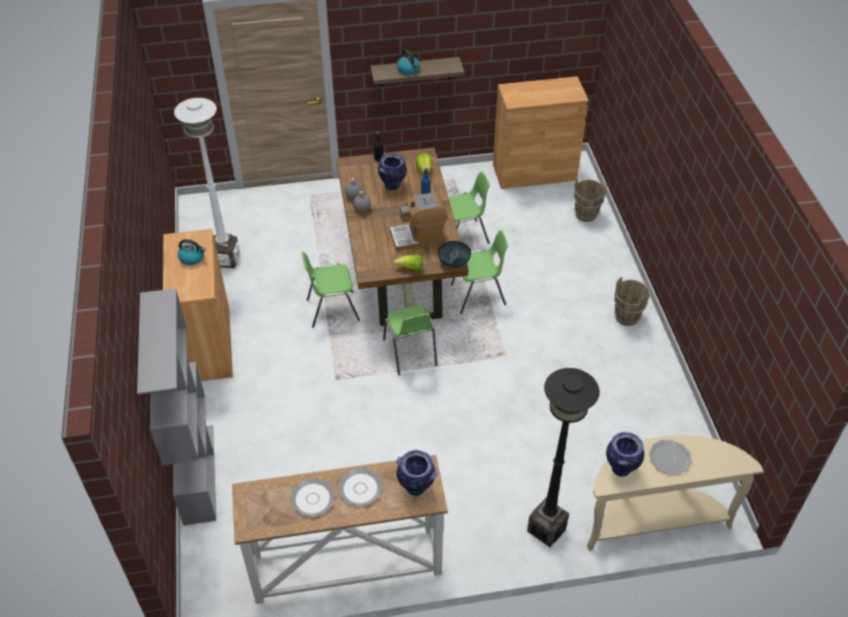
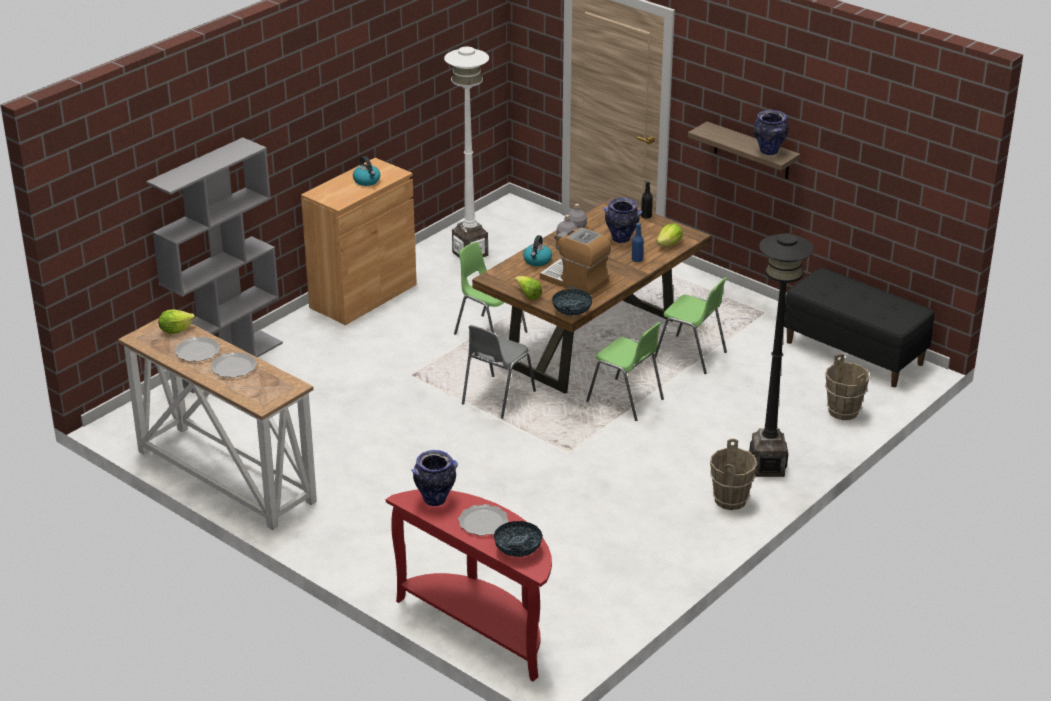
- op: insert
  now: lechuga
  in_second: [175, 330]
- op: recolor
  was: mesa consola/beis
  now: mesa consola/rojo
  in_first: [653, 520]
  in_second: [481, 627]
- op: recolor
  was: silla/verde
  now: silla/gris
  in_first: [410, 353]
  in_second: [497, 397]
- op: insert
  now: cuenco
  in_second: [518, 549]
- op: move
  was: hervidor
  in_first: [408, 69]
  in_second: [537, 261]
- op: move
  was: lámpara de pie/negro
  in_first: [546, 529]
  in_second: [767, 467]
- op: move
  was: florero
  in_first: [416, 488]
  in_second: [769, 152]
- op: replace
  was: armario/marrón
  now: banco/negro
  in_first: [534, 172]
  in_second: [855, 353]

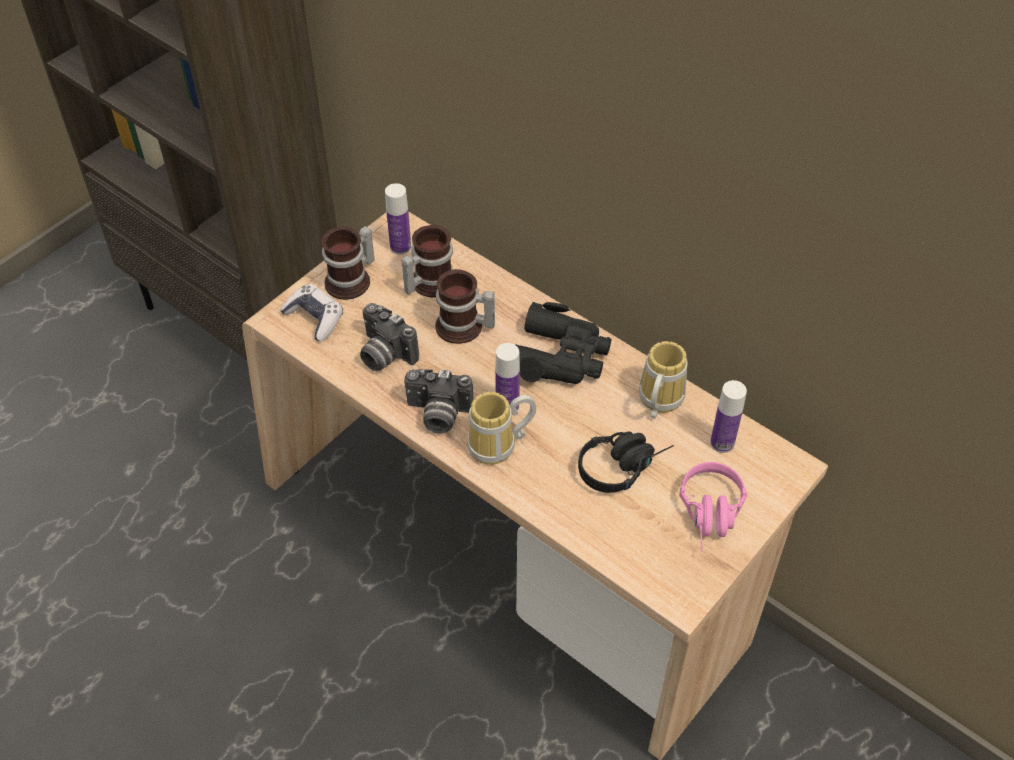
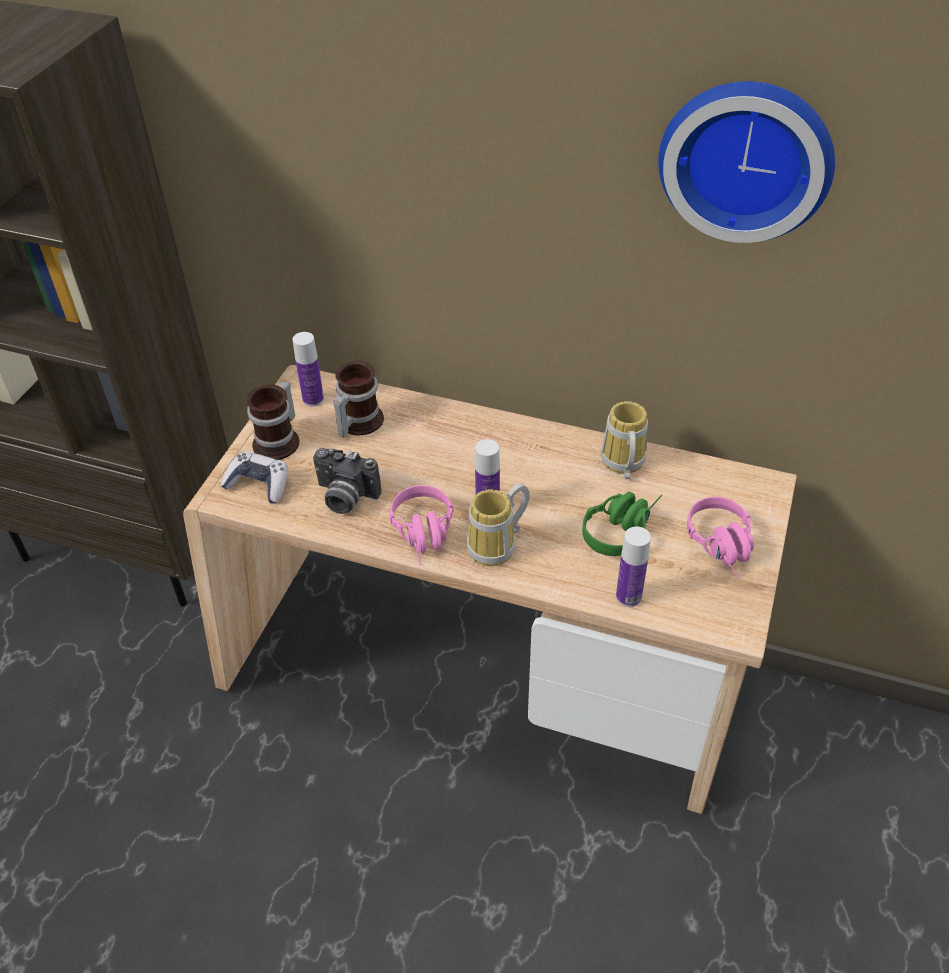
- op: replace
  was: cámara
  now: auriculares/rosa
  in_first: [438, 415]
  in_second: [425, 536]
- op: recolor
  was: auriculares/negro
  now: auriculares/verde
  in_first: [623, 465]
  in_second: [622, 528]
- op: move
  was: botella
  in_first: [722, 443]
  in_second: [628, 597]
- op: insert
  now: reloj de pared
  in_second: [746, 157]
- op: delete
  was: taza grande
  in_first: [463, 328]
- op: delete
  was: prismáticos/negro
  in_first: [560, 356]

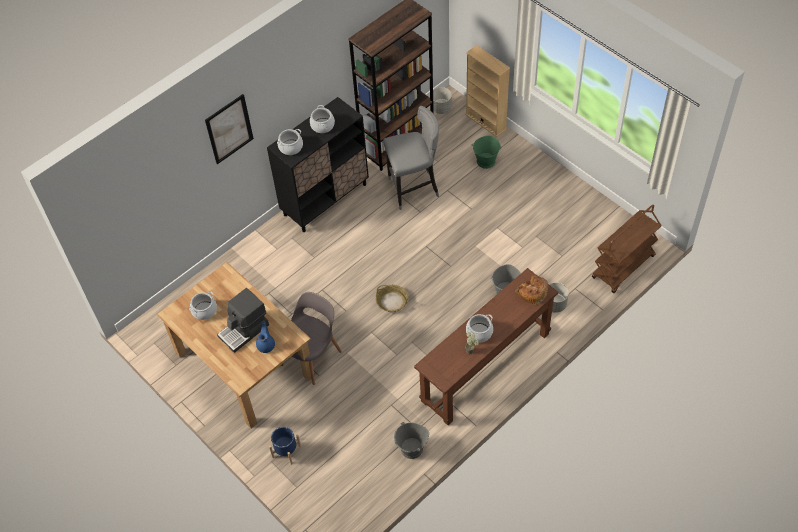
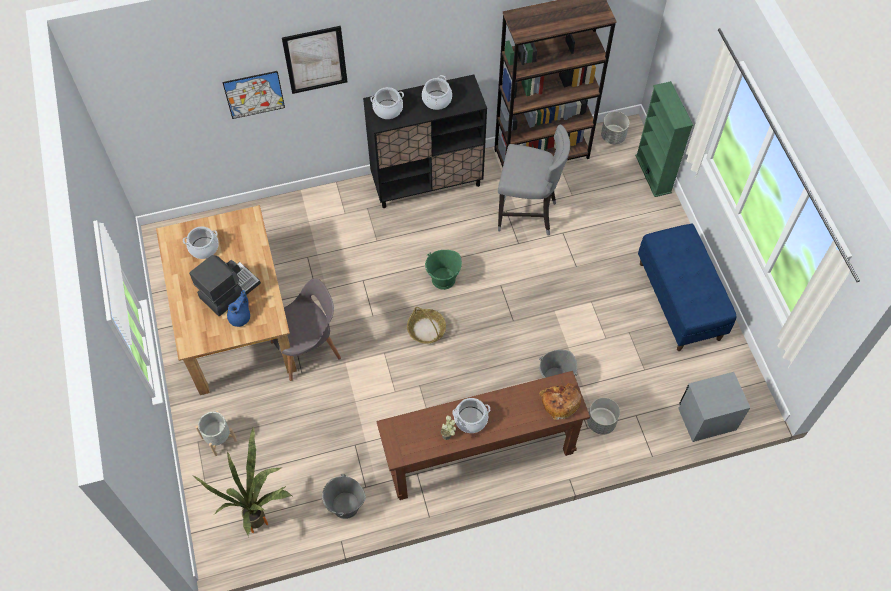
- op: rotate
  was: cafetera
  in_first: [244, 331]
  in_second: [229, 290]
  clockwise: 150
- op: insert
  now: planta en maceta
  in_second: [264, 520]
- op: recolor
  was: maceta/azul
  now: maceta/gris
  in_first: [286, 451]
  in_second: [218, 439]
- op: insert
  now: cuadro
  in_second: [254, 94]
- op: move
  was: cubo/verde
  in_first: [486, 161]
  in_second: [443, 279]
- op: recolor
  was: estantería/beis
  now: estantería/verde
  in_first: [485, 121]
  in_second: [653, 174]
- op: insert
  now: banco/azul
  in_second: [680, 301]
- op: replace
  was: carrito/marrón
  now: mesita de noche/gris
  in_first: [623, 267]
  in_second: [707, 418]

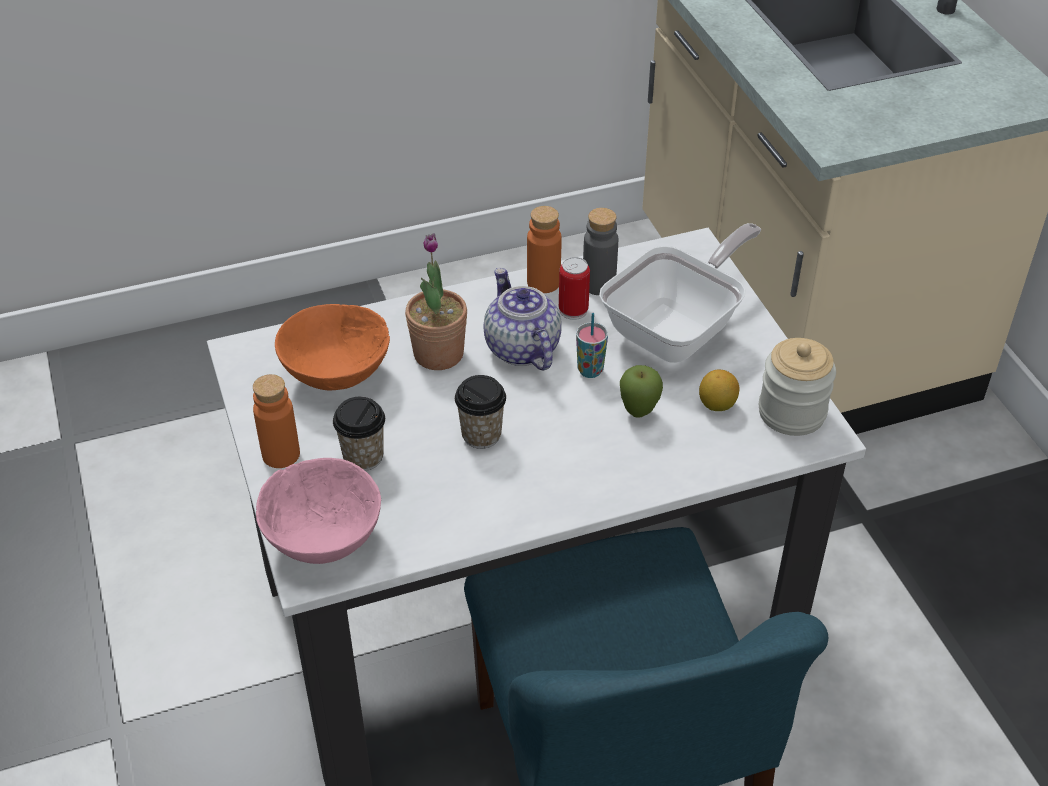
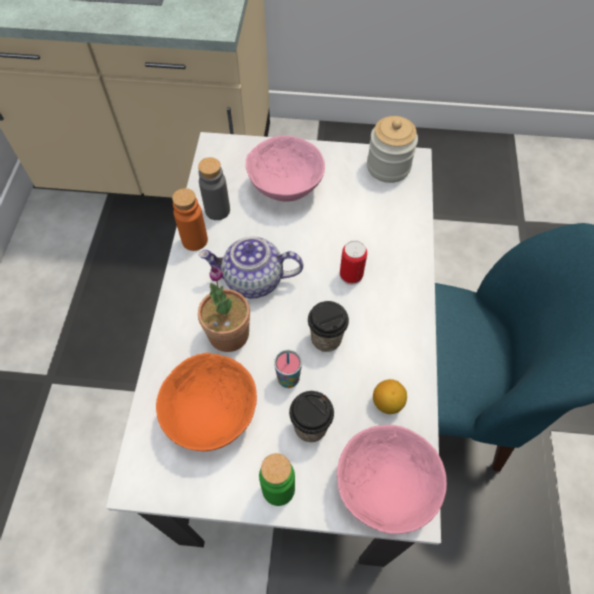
- op: replace
  was: sartén
  now: cuenco/rosa
  in_first: [679, 329]
  in_second: [287, 187]
- op: recolor
  was: botella/naranja
  now: botella/verde
  in_first: [281, 454]
  in_second: [278, 489]
- op: move
  was: taza
  in_first: [590, 370]
  in_second: [288, 379]
- op: move
  was: lata
  in_first: [573, 310]
  in_second: [351, 275]
- op: move
  was: limón
  in_first: [717, 405]
  in_second: [387, 402]
- op: delete
  was: manzana
  in_first: [638, 413]

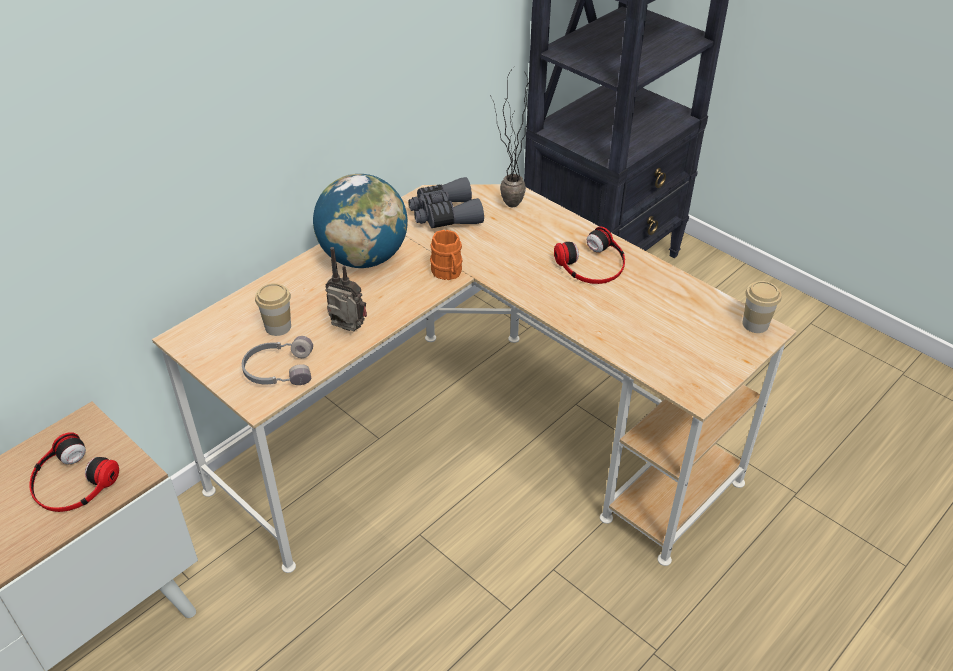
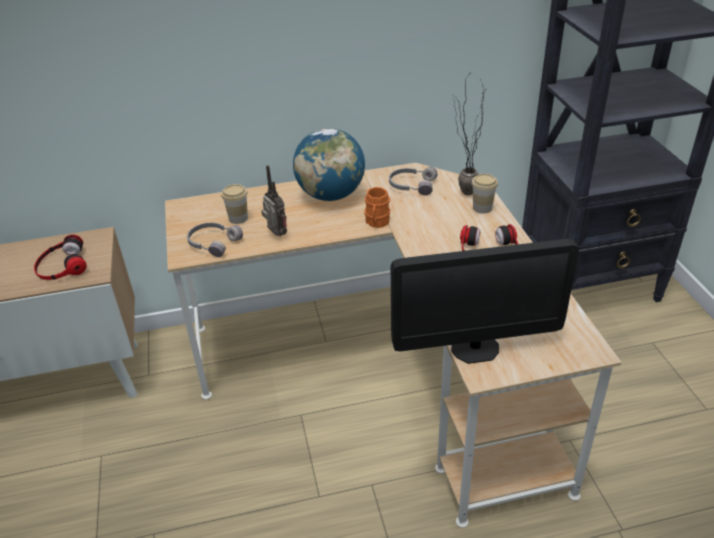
- op: replace
  was: prismáticos/gris
  now: auriculares/gris
  in_first: [444, 215]
  in_second: [412, 185]
- op: insert
  now: monitor
  in_second: [475, 348]
- op: move
  was: taza
  in_first: [755, 324]
  in_second: [482, 208]

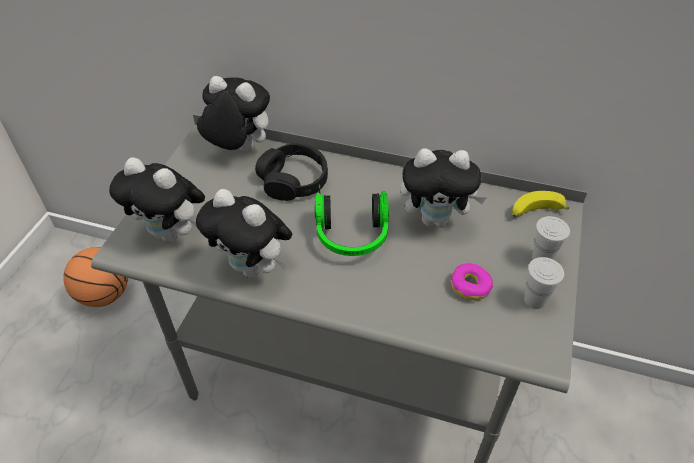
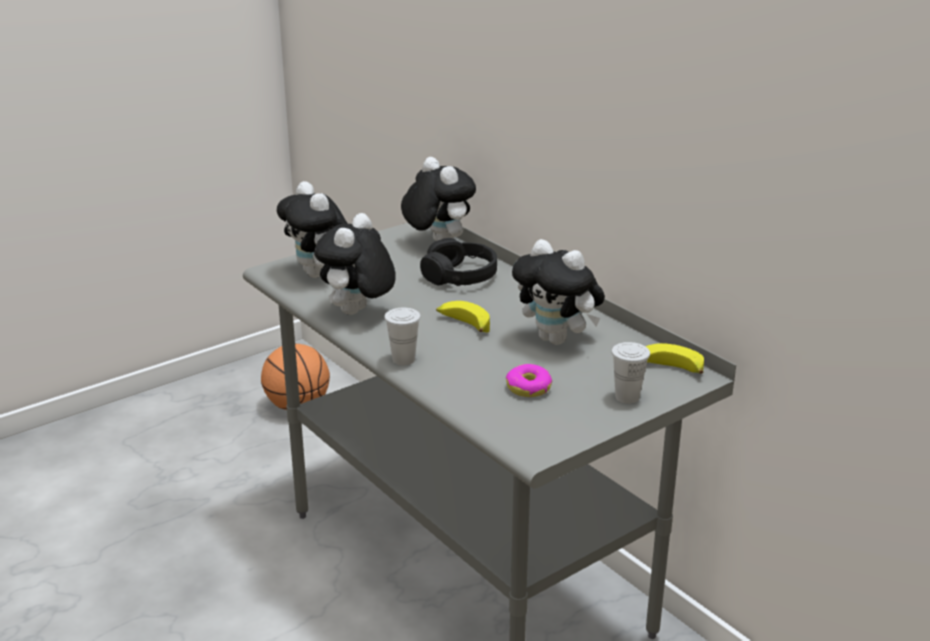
- op: rotate
  was: peluche
  in_first: [253, 268]
  in_second: [357, 313]
  clockwise: 45
- op: move
  was: taza/blanco
  in_first: [535, 300]
  in_second: [403, 359]
- op: replace
  was: auriculares
  now: plátano
  in_first: [352, 237]
  in_second: [463, 324]

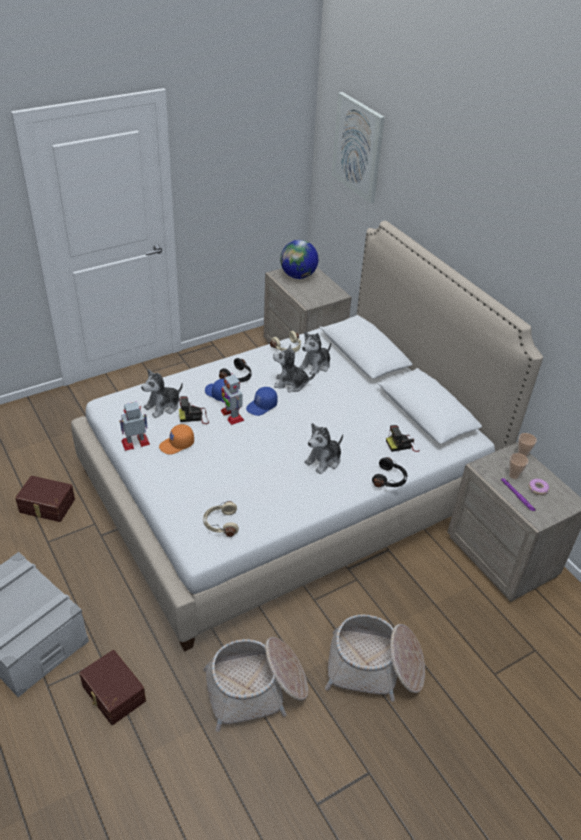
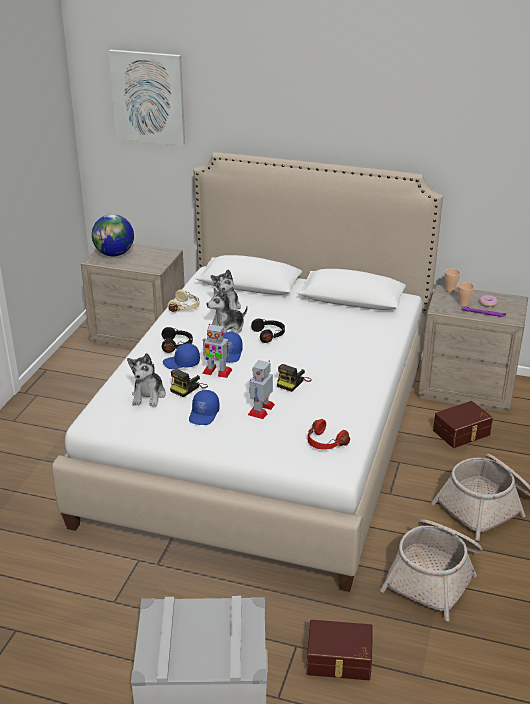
- op: recolor
  was: gorra/naranja
  now: gorra/azul
  in_first: [177, 444]
  in_second: [204, 414]
- op: move
  was: robot de juguete
  in_first: [135, 442]
  in_second: [261, 409]
- op: move
  was: auriculares/negro
  in_first: [390, 479]
  in_second: [269, 335]
- op: move
  was: cámara
  in_first: [402, 445]
  in_second: [293, 382]
- op: recolor
  was: auriculares/beis
  now: auriculares/rojo
  in_first: [220, 524]
  in_second: [324, 443]
- op: move
  was: caja de almacenaje/marrón
  in_first: [46, 506]
  in_second: [462, 433]
- op: delete
  was: peluche
  in_first: [324, 460]

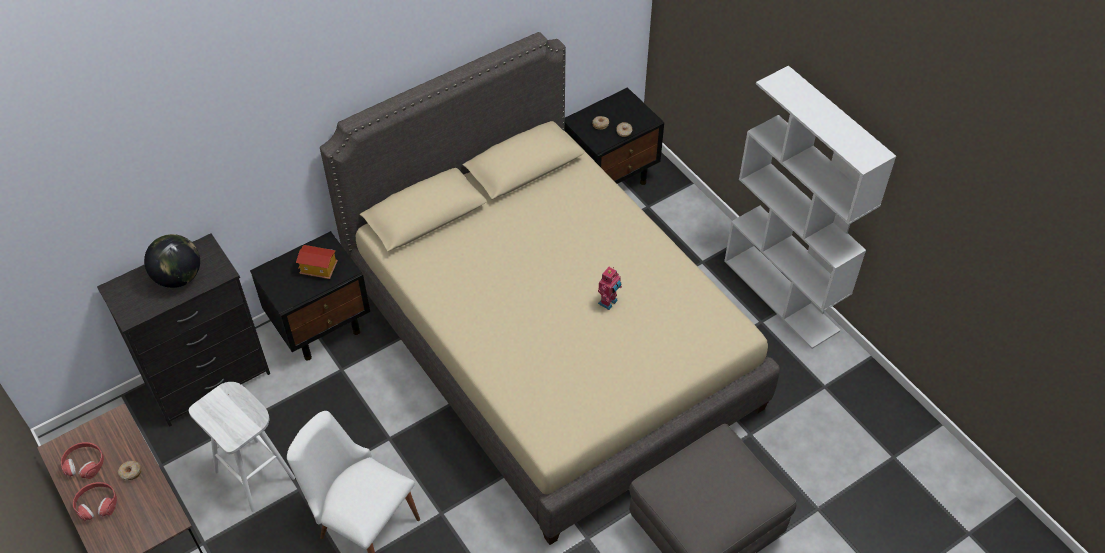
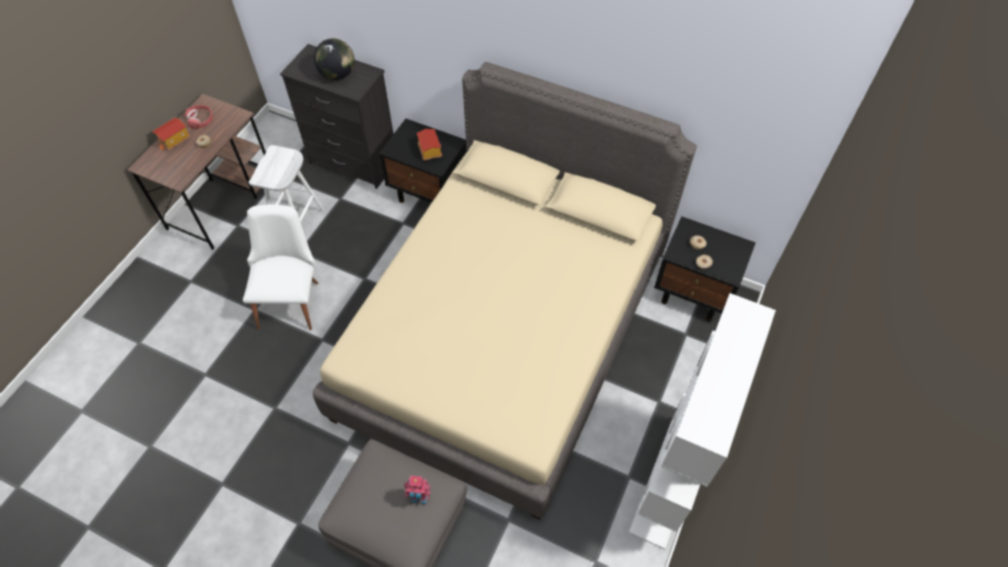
- op: replace
  was: auriculares/rojo
  now: casita
  in_first: [97, 504]
  in_second: [175, 141]
- op: move
  was: robot de juguete
  in_first: [609, 302]
  in_second: [419, 498]

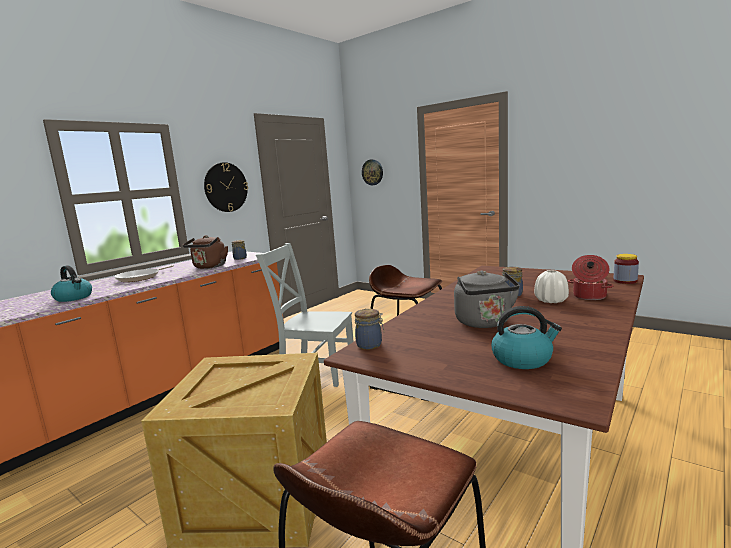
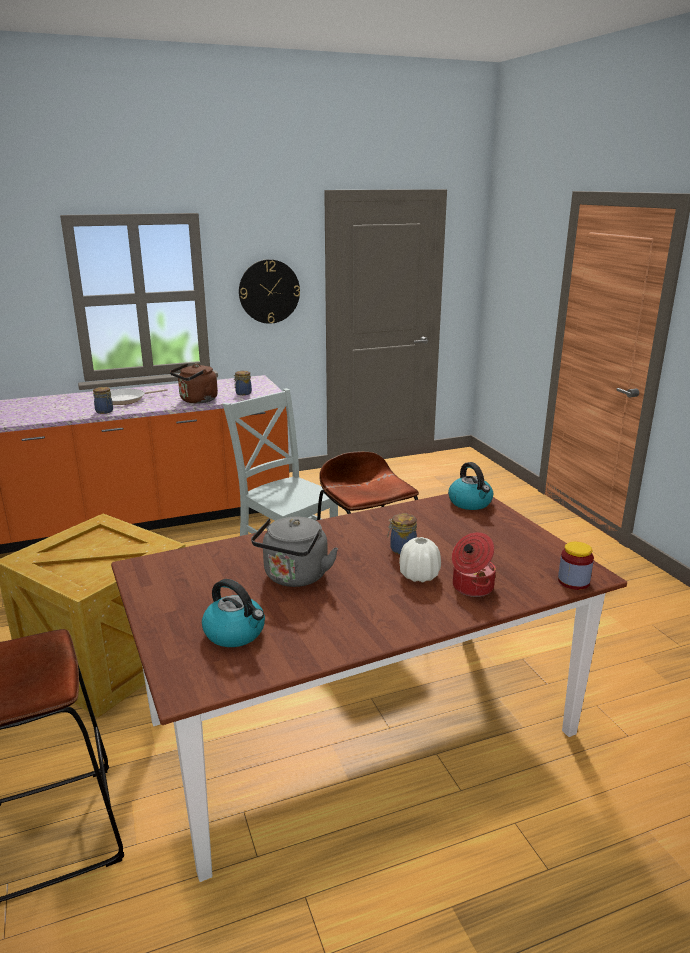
- op: move
  was: tarro
  in_first: [370, 345]
  in_second: [105, 411]
- op: move
  was: hervidor
  in_first: [74, 298]
  in_second: [470, 503]
- op: delete
  was: reloj de pared
  in_first: [372, 172]

